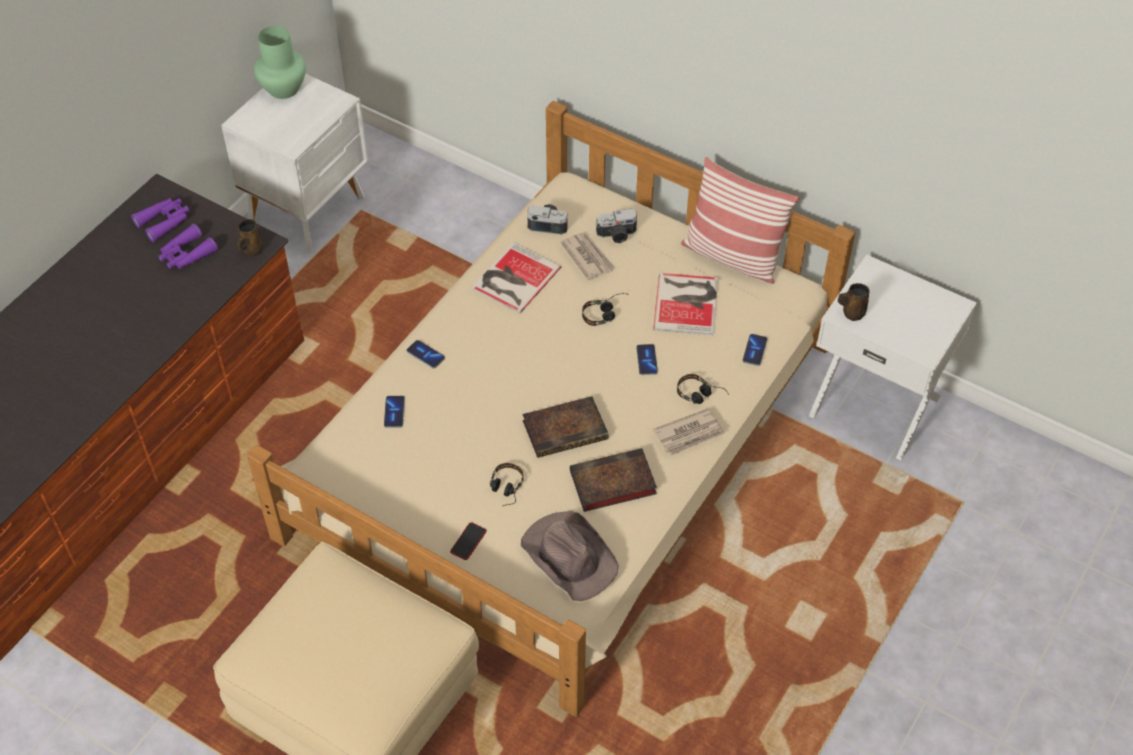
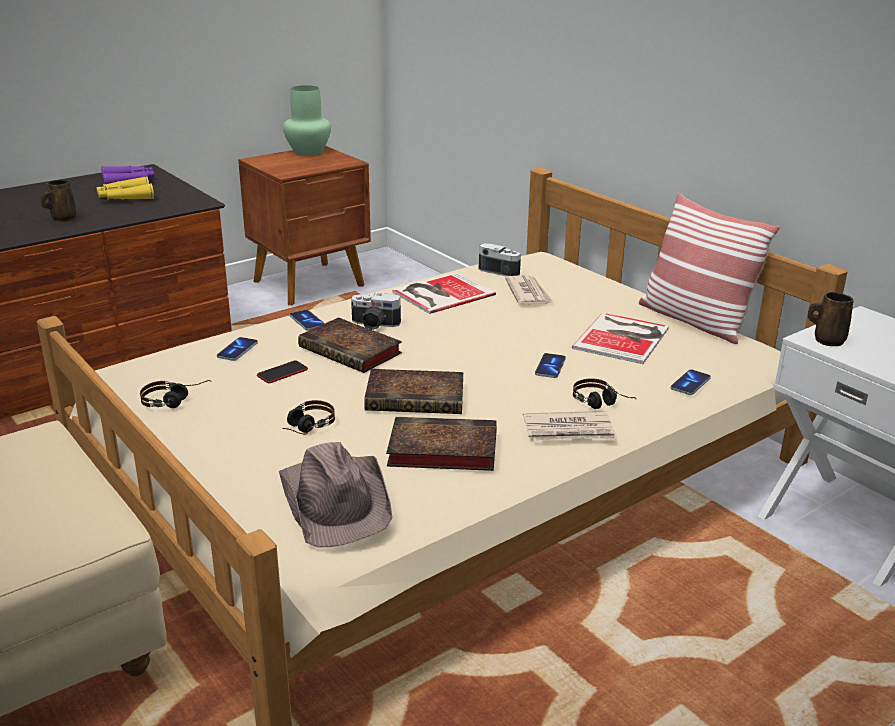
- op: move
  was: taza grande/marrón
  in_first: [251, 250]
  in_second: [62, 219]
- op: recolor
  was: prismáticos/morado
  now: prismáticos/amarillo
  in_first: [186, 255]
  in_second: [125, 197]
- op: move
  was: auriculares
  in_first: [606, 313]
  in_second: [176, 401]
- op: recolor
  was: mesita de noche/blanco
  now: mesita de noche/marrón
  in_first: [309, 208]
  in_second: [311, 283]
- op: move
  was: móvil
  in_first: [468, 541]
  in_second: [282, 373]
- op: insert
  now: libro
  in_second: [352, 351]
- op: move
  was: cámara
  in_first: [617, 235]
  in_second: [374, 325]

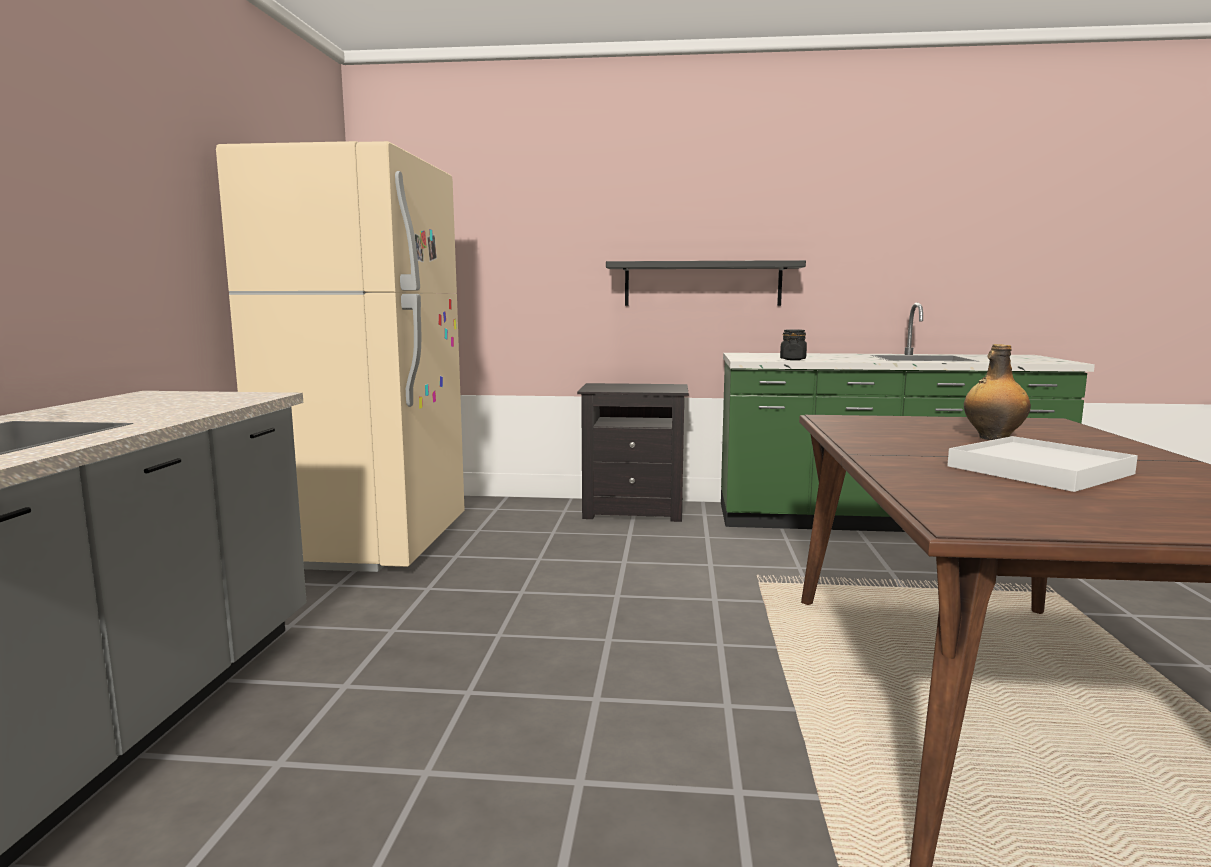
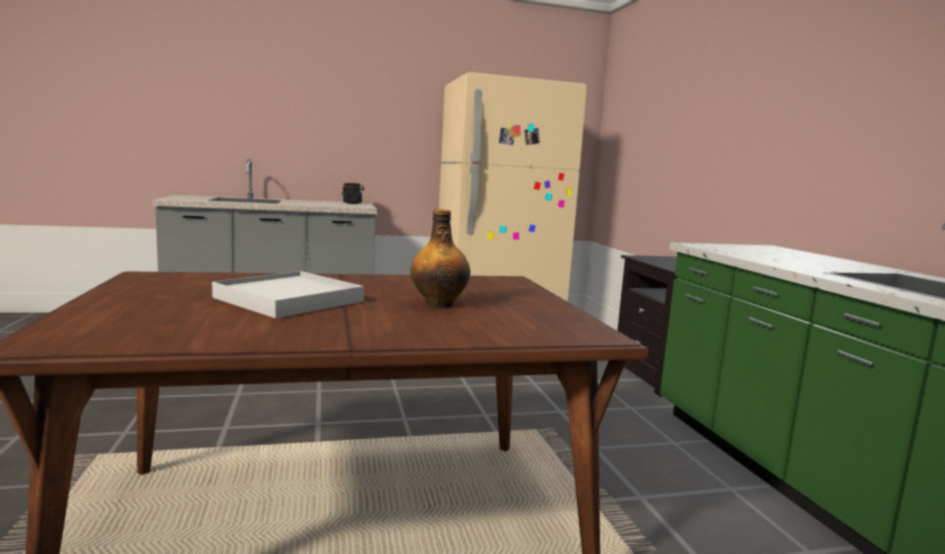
- op: move
  was: tarro/negro
  in_first: [793, 359]
  in_second: [352, 203]
- op: delete
  was: estante/negro
  in_first: [702, 284]

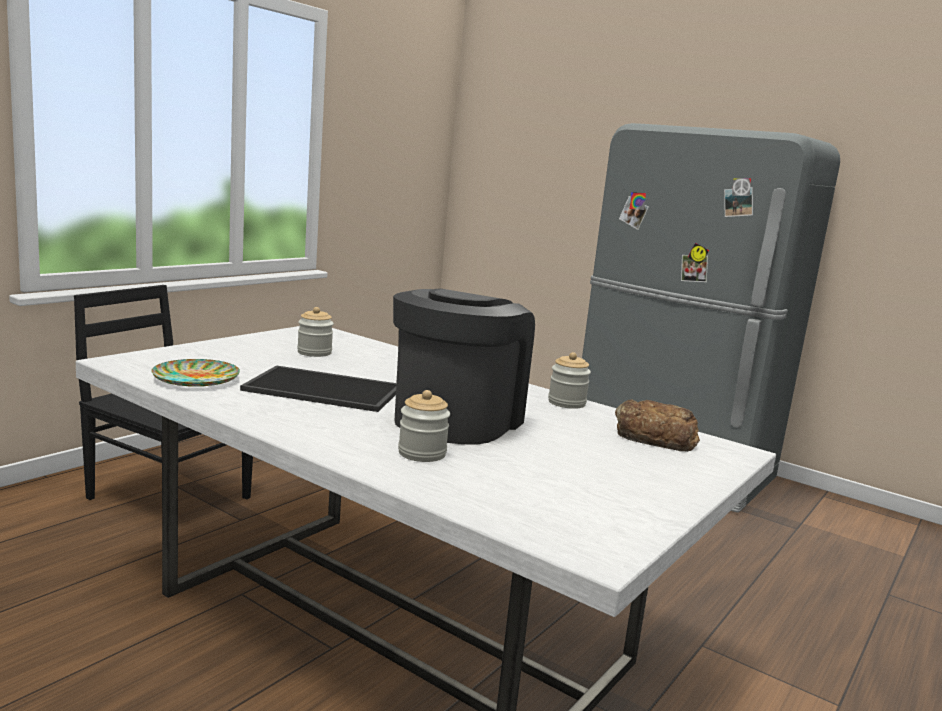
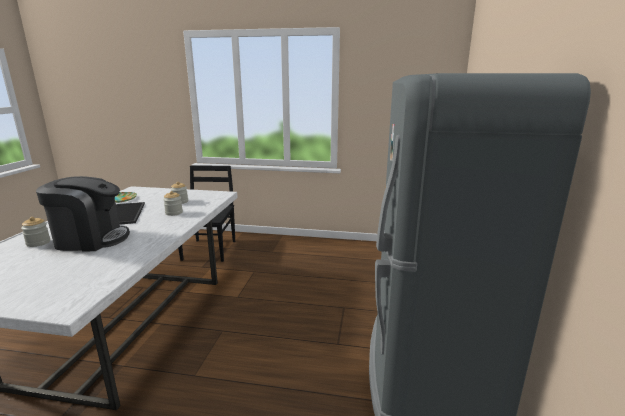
- op: move
  was: tarro
  in_first: [566, 403]
  in_second: [174, 213]
- op: delete
  was: pan
  in_first: [654, 436]

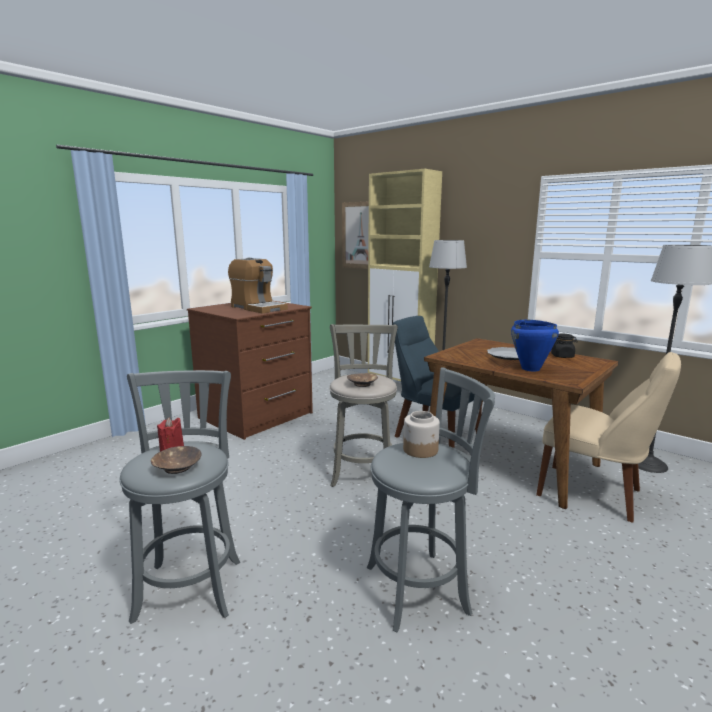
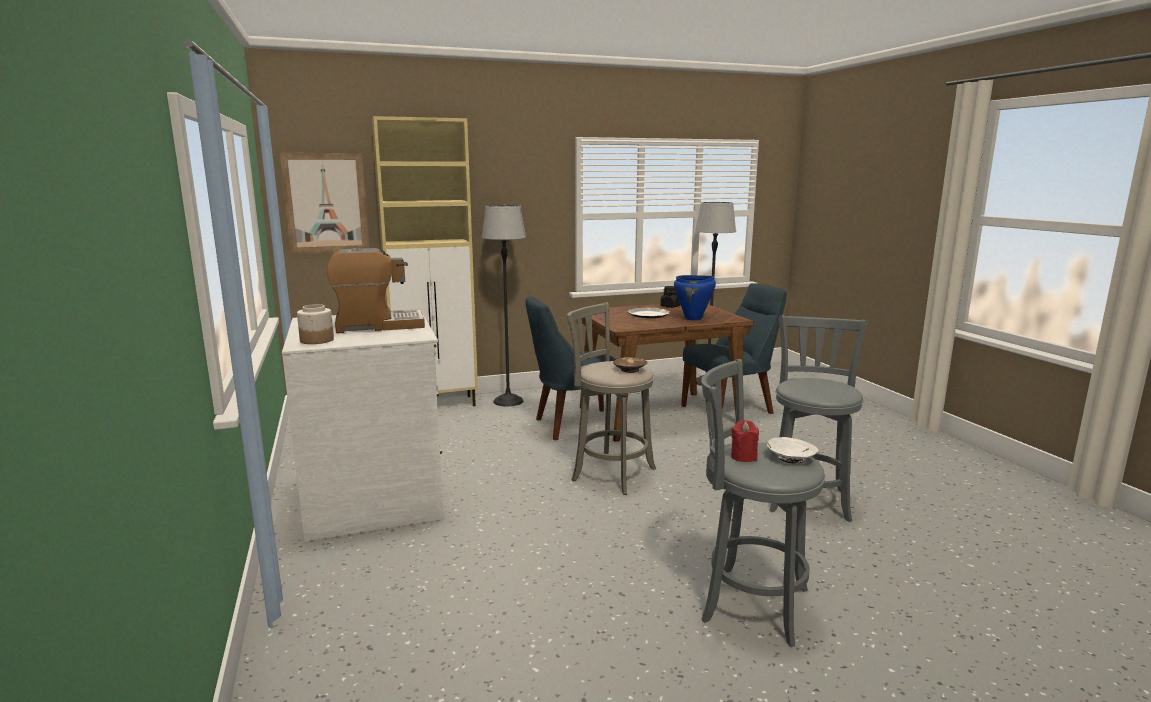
- op: recolor
  was: cómoda/marrón
  now: cómoda/blanco
  in_first: [257, 416]
  in_second: [375, 497]
- op: move
  was: tarro
  in_first: [421, 450]
  in_second: [317, 340]
- op: recolor
  was: silla/beis
  now: silla/azul
  in_first: [594, 494]
  in_second: [731, 409]
- op: recolor
  was: cuenco/marrón
  now: cuenco/blanco
  in_first: [177, 467]
  in_second: [791, 458]

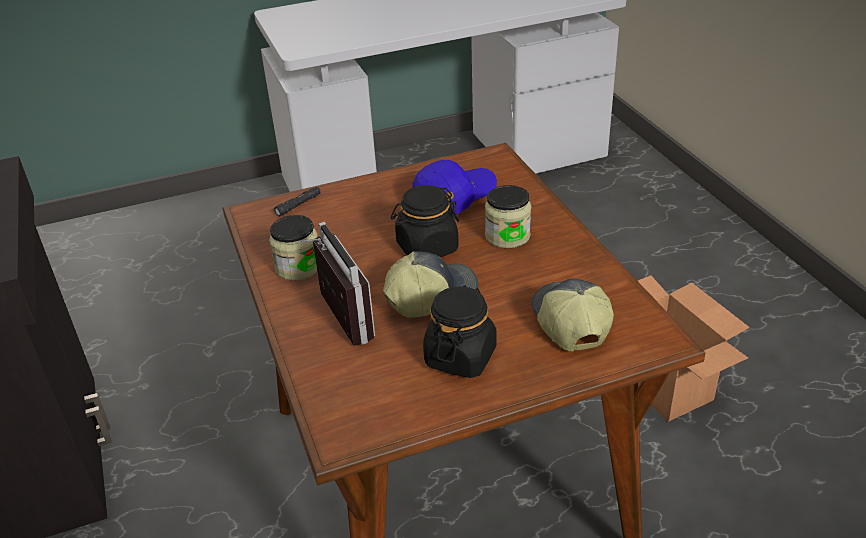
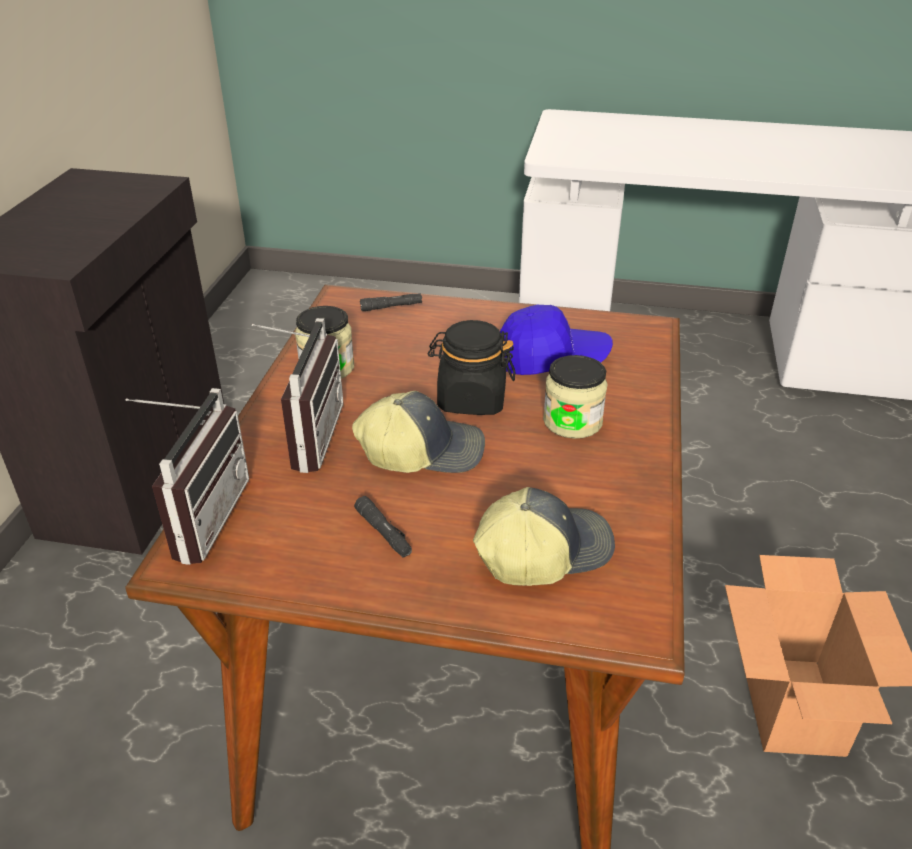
- op: insert
  now: radio
  in_second: [198, 517]
- op: replace
  was: tarro/negro
  now: linterna/negro
  in_first: [460, 356]
  in_second: [384, 532]
- op: rotate
  was: gorra
  in_first: [568, 323]
  in_second: [542, 552]
  clockwise: 45

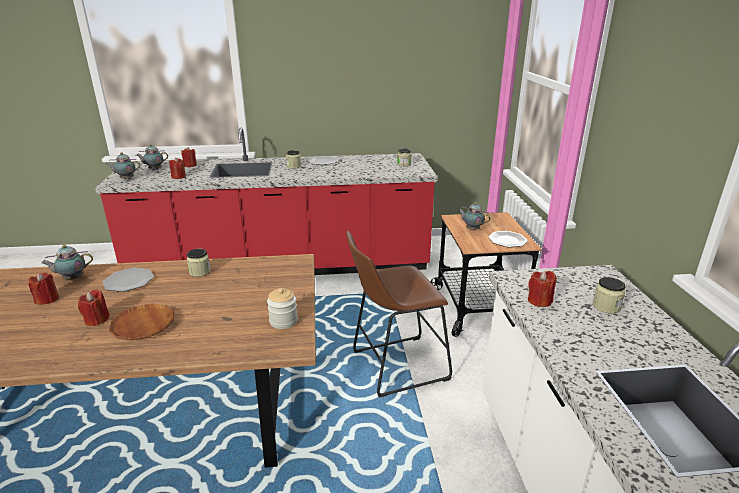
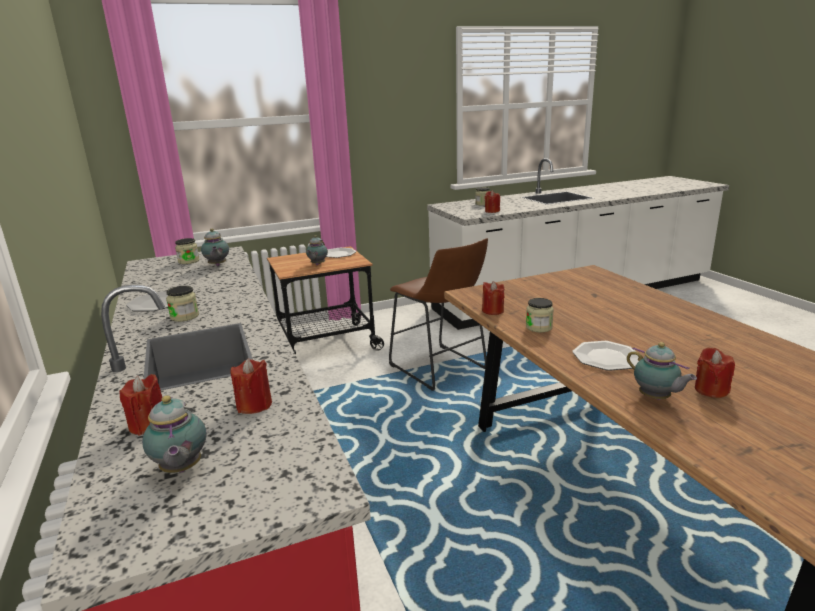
- op: move
  was: tetera
  in_first: [126, 179]
  in_second: [217, 265]
- op: move
  was: vela/rojo
  in_first: [97, 320]
  in_second: [492, 311]
- op: delete
  was: plato/marrón
  in_first: [143, 325]
- op: delete
  was: tarro
  in_first: [283, 321]

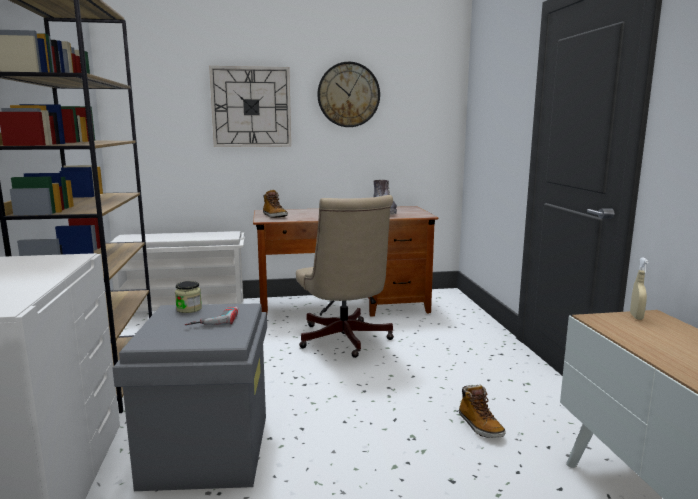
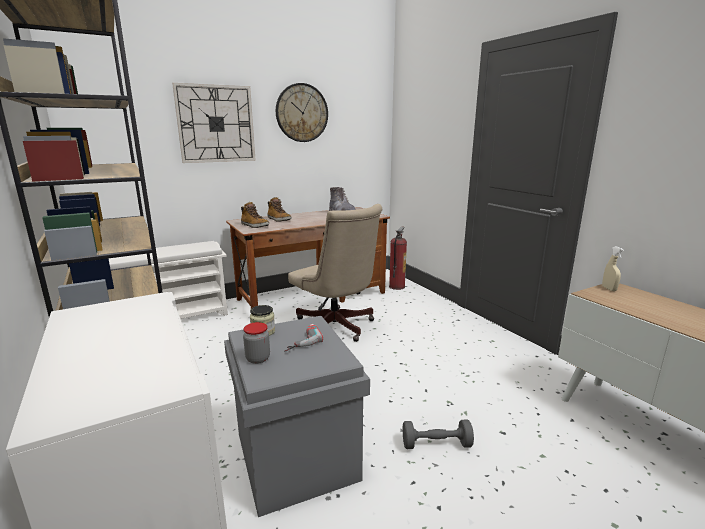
- op: insert
  now: tarro
  in_second: [258, 358]
- op: move
  was: bota
  in_first: [479, 426]
  in_second: [278, 220]
- op: insert
  now: extintor
  in_second: [396, 286]
- op: insert
  now: mancuerna/gris
  in_second: [436, 444]

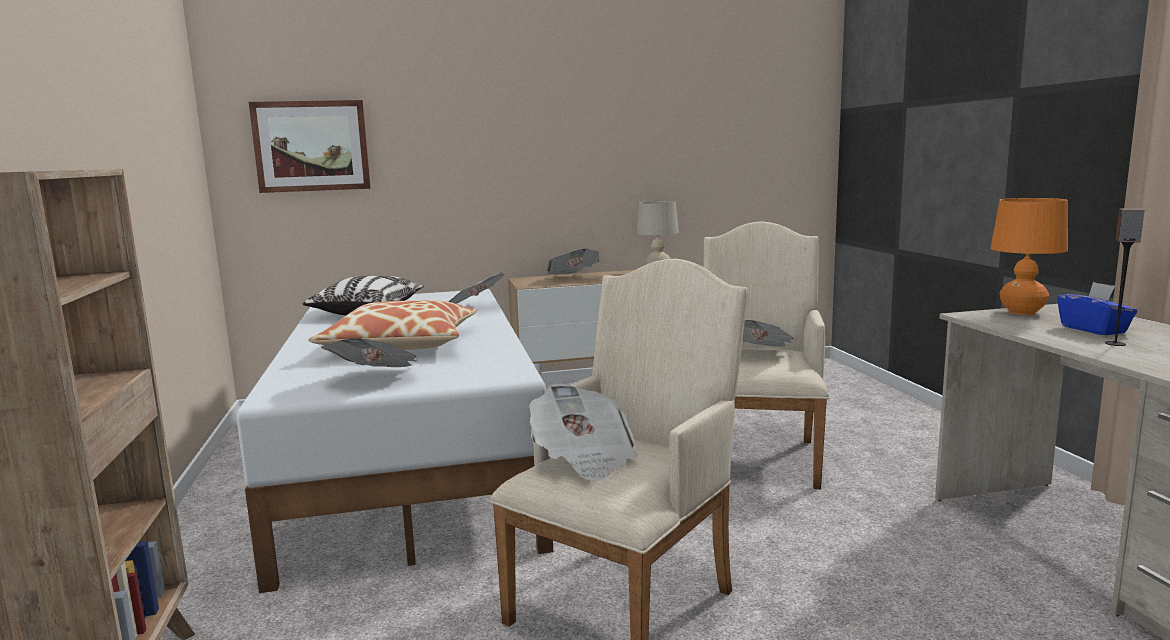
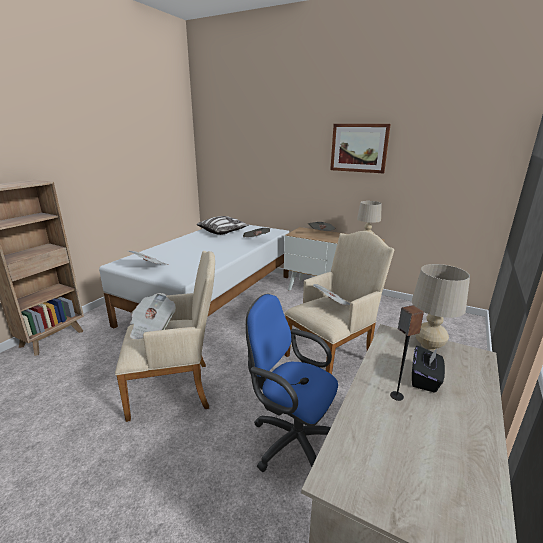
- op: insert
  now: silla de oficina/azul
  in_second: [291, 441]
- op: move
  was: cuadro
  in_first: [311, 146]
  in_second: [359, 148]
- op: recolor
  was: lámpara de mesa/naranja
  now: lámpara de mesa/beis
  in_first: [1022, 312]
  in_second: [429, 345]
- op: recolor
  was: caja de pañuelos/azul
  now: caja de pañuelos/negro
  in_first: [1093, 329]
  in_second: [425, 379]
- op: delete
  was: cojín
  in_first: [401, 344]

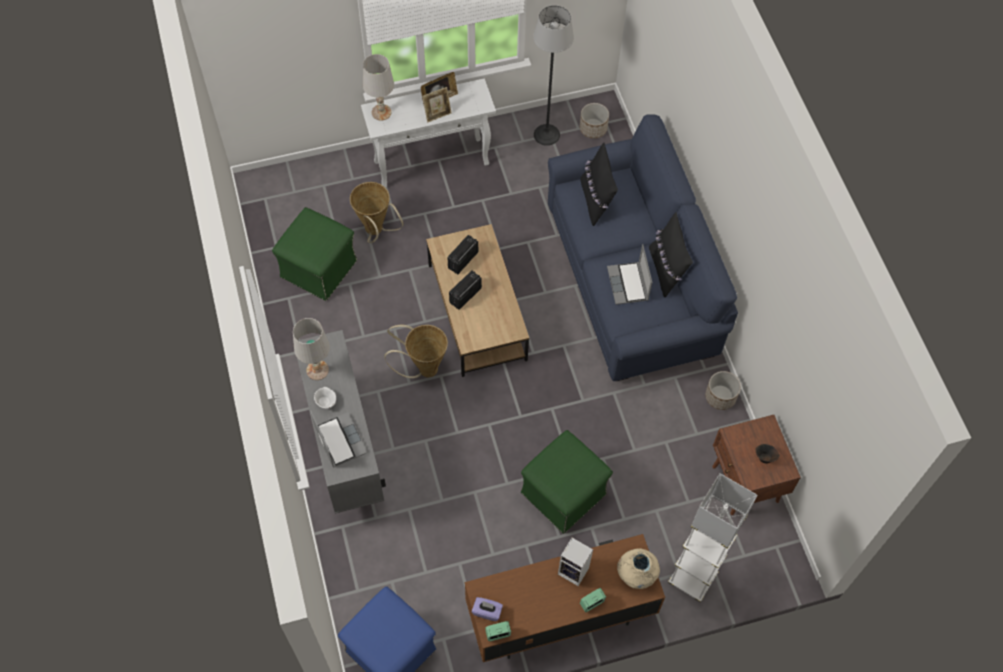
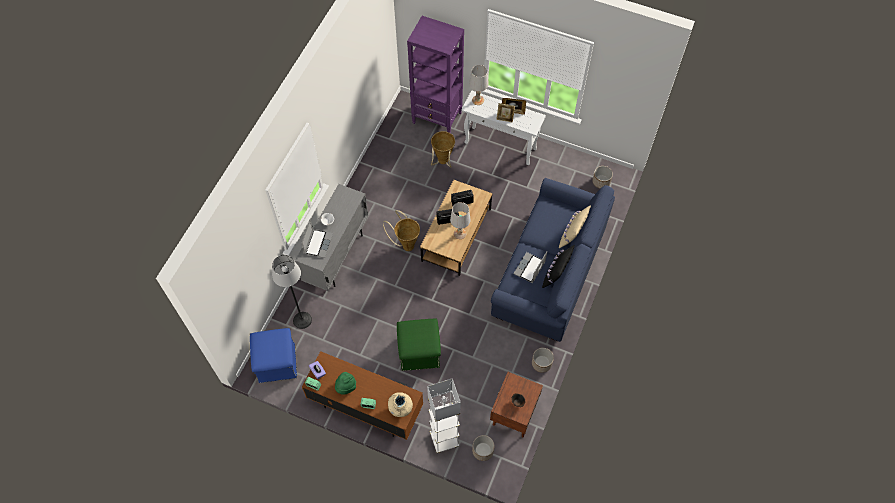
- op: move
  was: lámpara de pie
  in_first: [547, 134]
  in_second: [302, 320]
- op: insert
  now: sombrero/verde
  in_second: [346, 387]
- op: insert
  now: estantería/morado
  in_second: [437, 118]
- op: move
  was: lámpara de mesa/blanco
  in_first: [317, 370]
  in_second: [459, 233]
- op: insert
  now: maceta
  in_second: [482, 451]
- op: insert
  now: cojín/beis
  in_second: [572, 236]
- op: delete
  was: puf/verde
  in_first: [319, 268]
- op: delete
  was: altavoz
  in_first: [574, 571]
- op: delete
  was: cojín/negro
  in_first: [596, 200]

